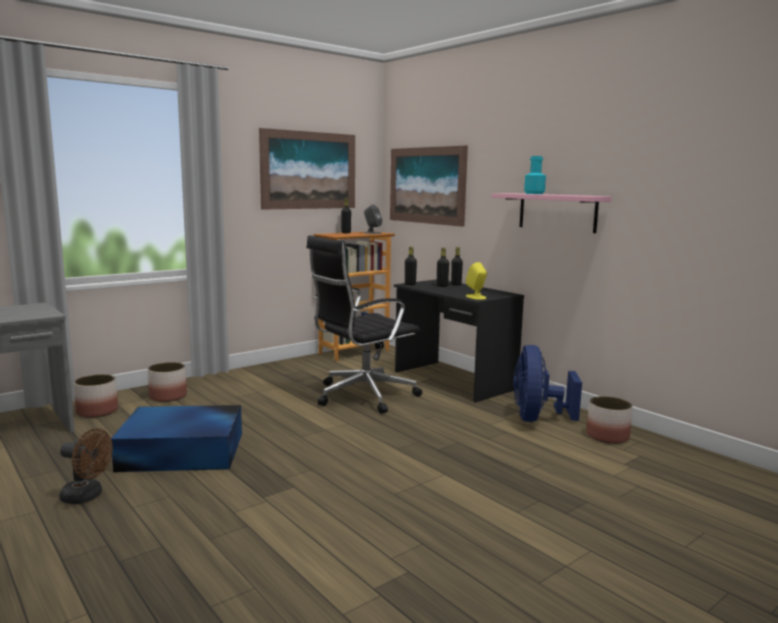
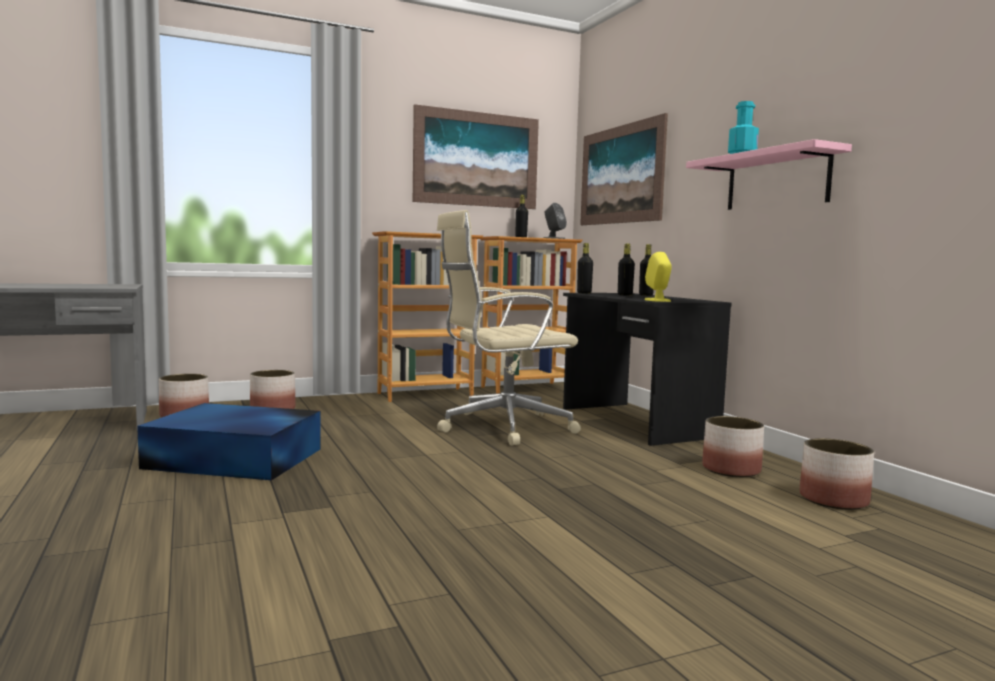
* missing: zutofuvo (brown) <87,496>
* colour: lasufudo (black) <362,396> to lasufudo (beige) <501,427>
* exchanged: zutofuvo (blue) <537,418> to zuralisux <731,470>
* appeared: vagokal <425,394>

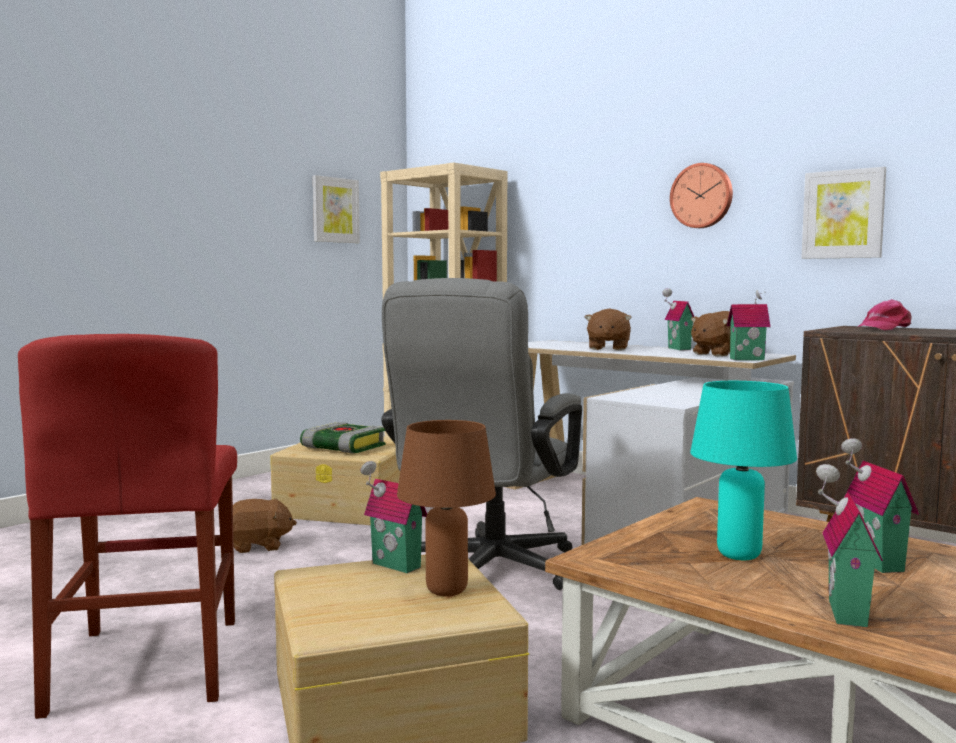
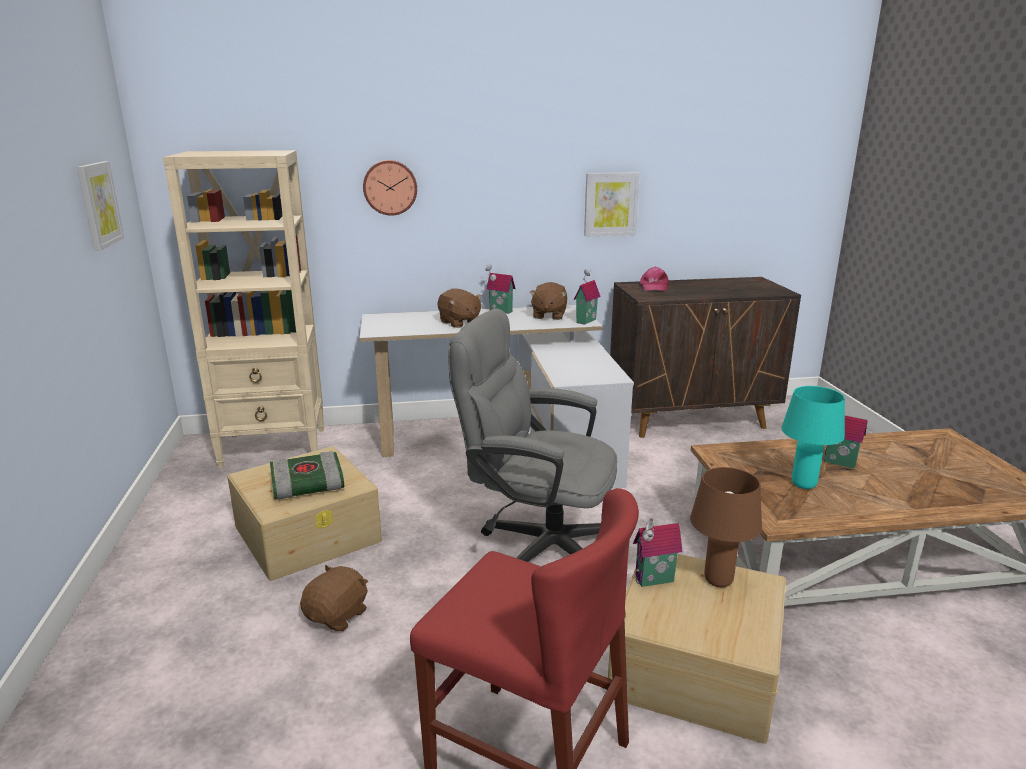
* spun: lasufudo (grey) <485,573> = <537,544> 135 degrees clockwise
* relocated: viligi <702,196> to <390,187>
* missing: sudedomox <842,612>

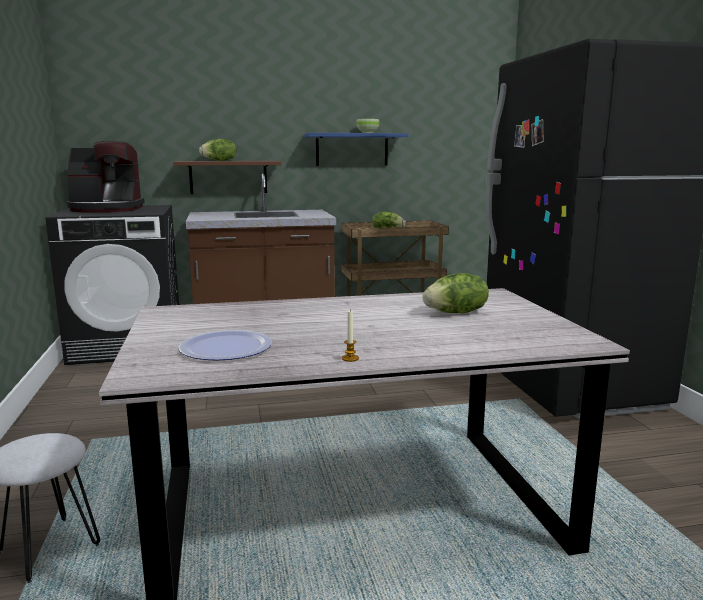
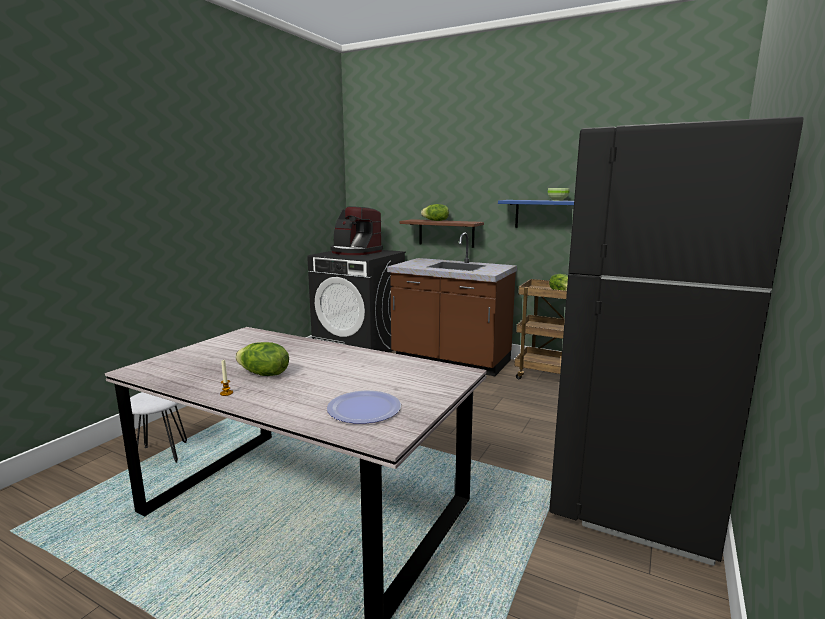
* relocated: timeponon <226,348> to <364,408>
* relocated: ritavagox <456,313> to <263,374>

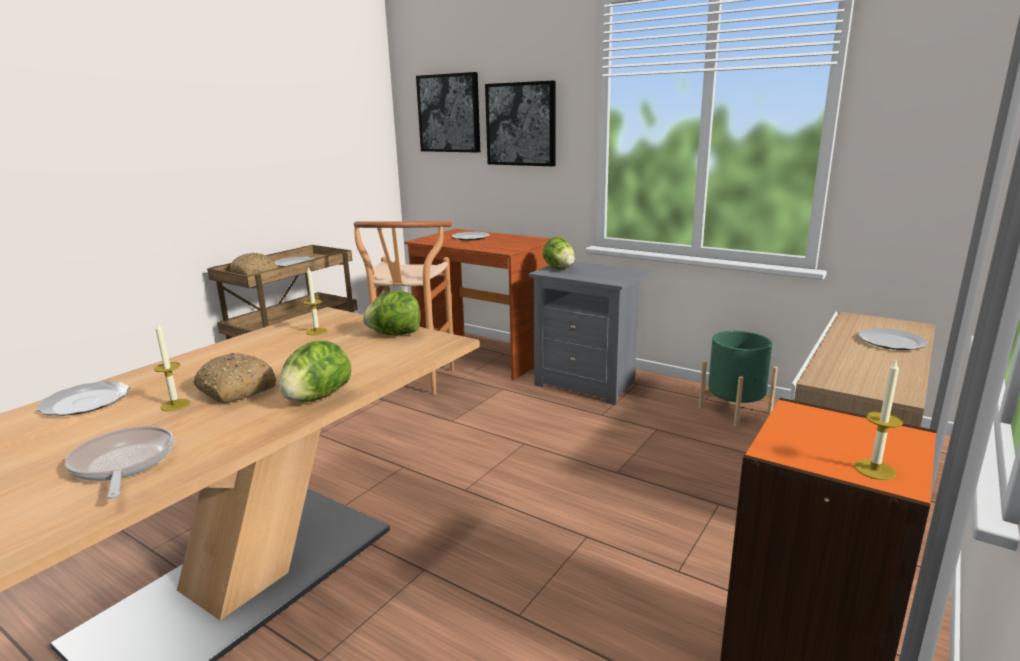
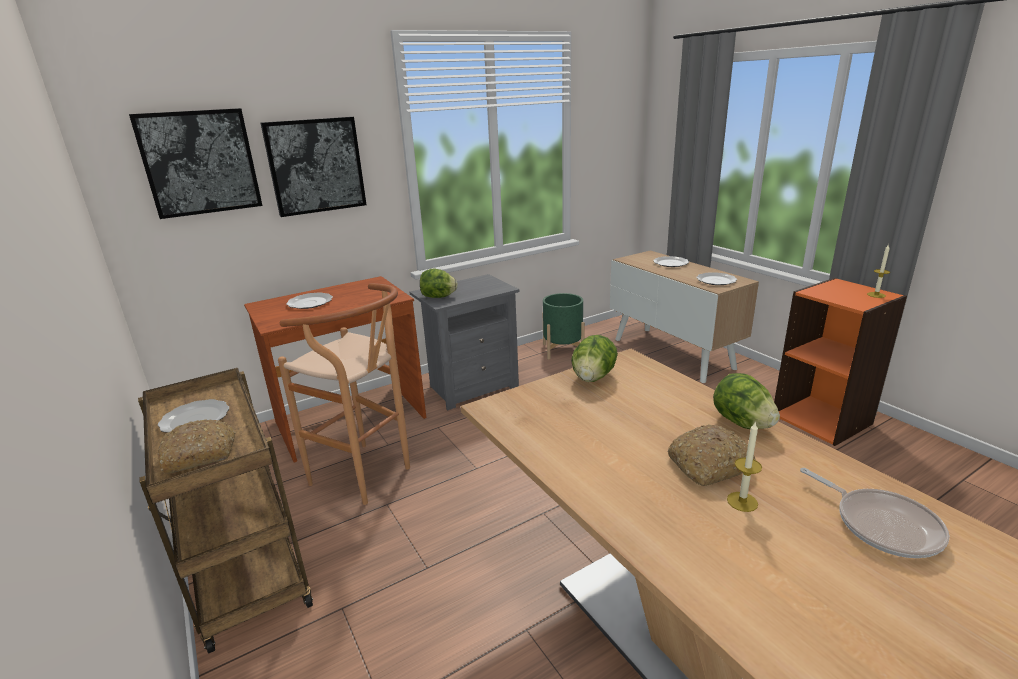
* relocated: timeponon <84,402> to <716,281>
* spun: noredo <123,464> = <881,525> 120 degrees counterclockwise
* missing: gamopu <316,332>

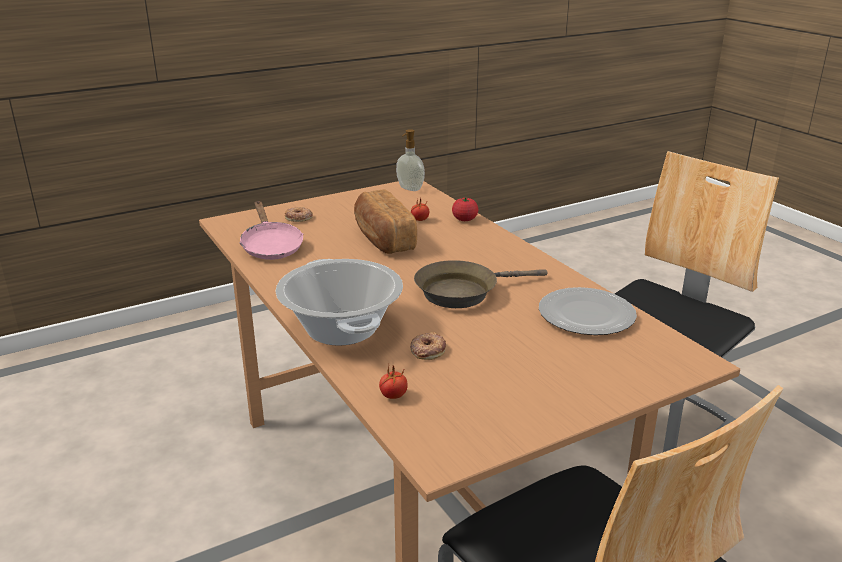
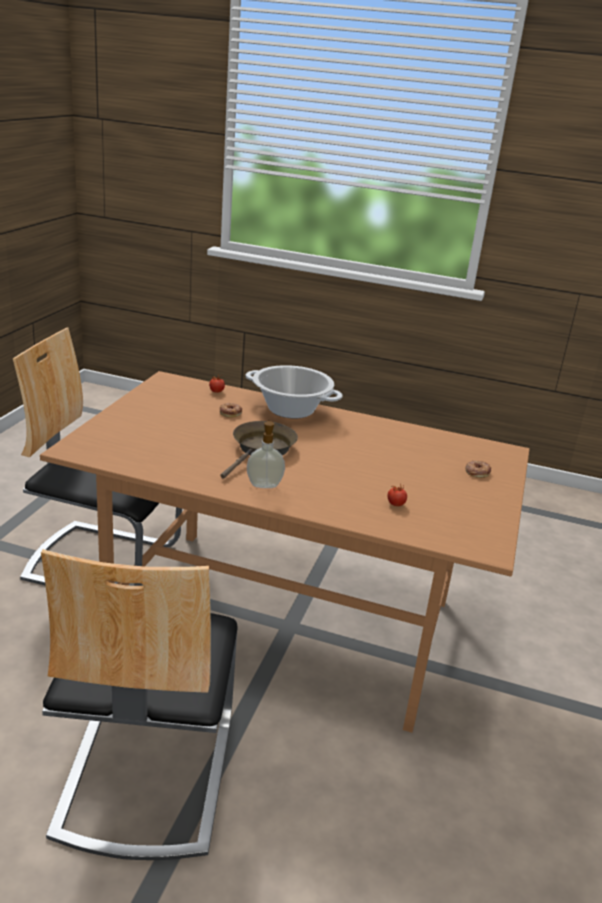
* missing: noredo (pink) <271,246>
* missing: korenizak <383,238>
* relocated: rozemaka <409,189> to <264,485>
* missing: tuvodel <464,219>
* missing: timeponon <585,315>

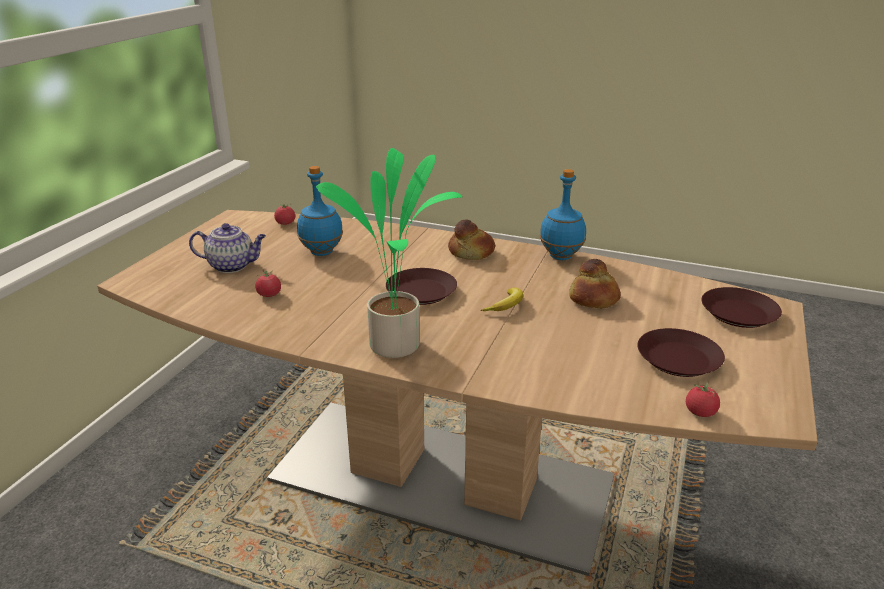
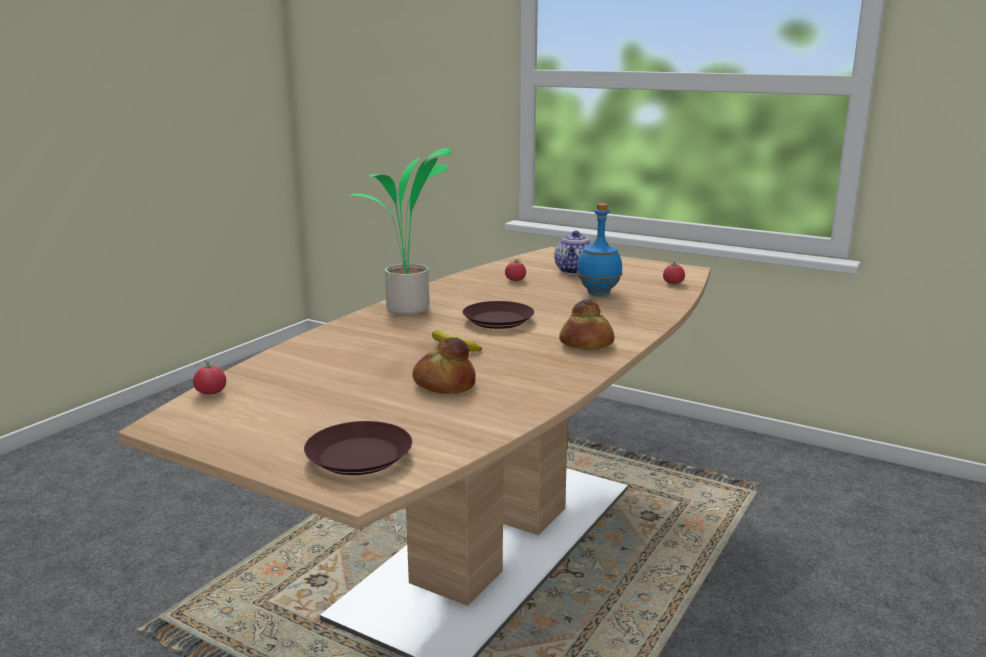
* missing: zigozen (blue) <561,256>
* missing: timeponon (brown) <678,359>

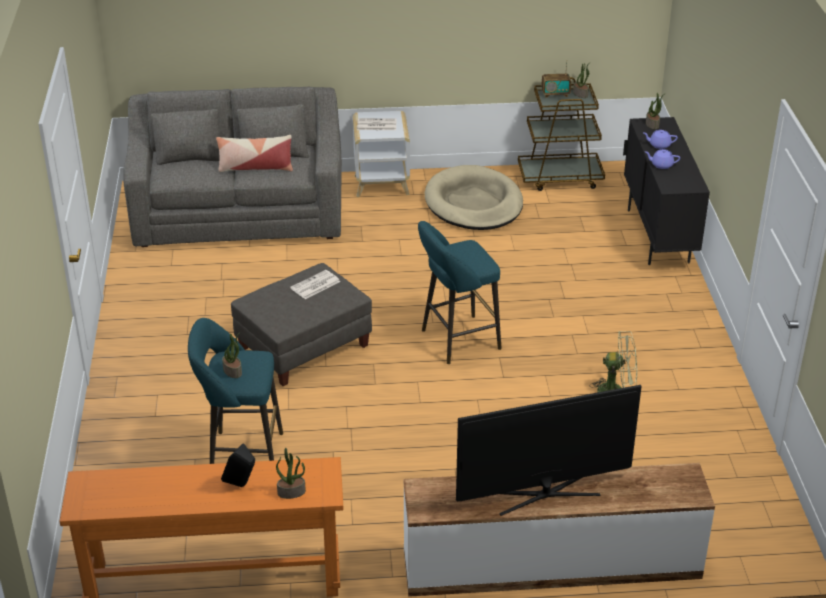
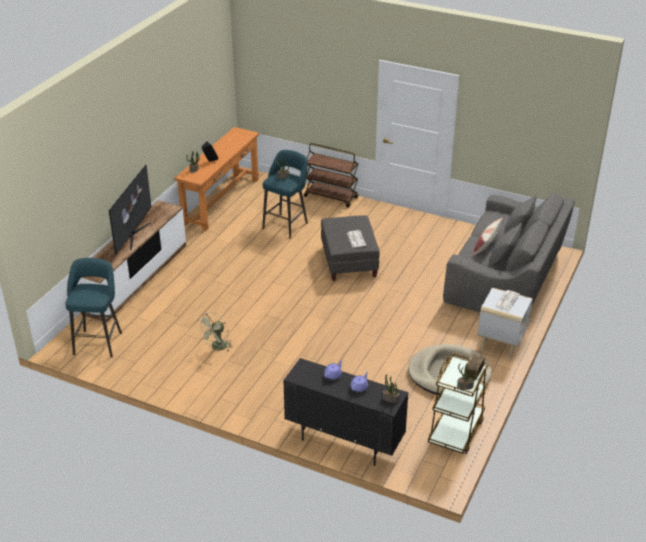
* relocated: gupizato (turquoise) <456,340> to <98,341>
* appeared: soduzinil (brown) <331,197>

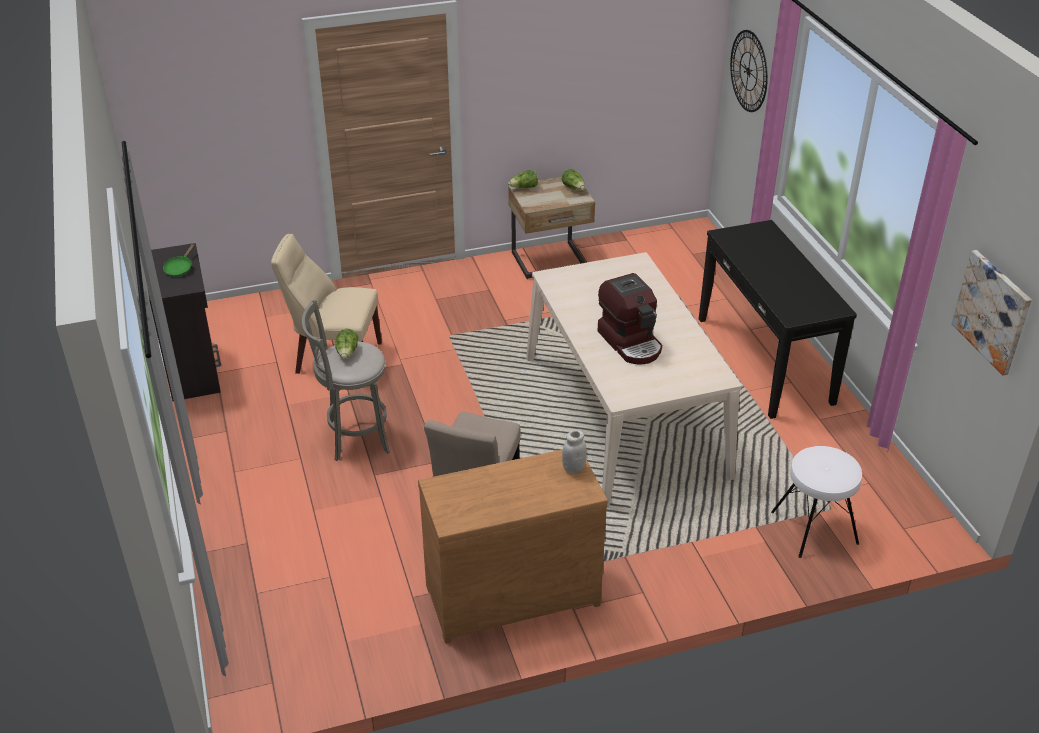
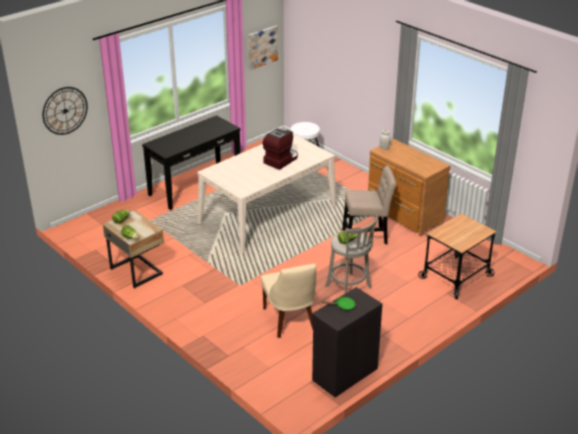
* appeared: soduzinil <456,277>

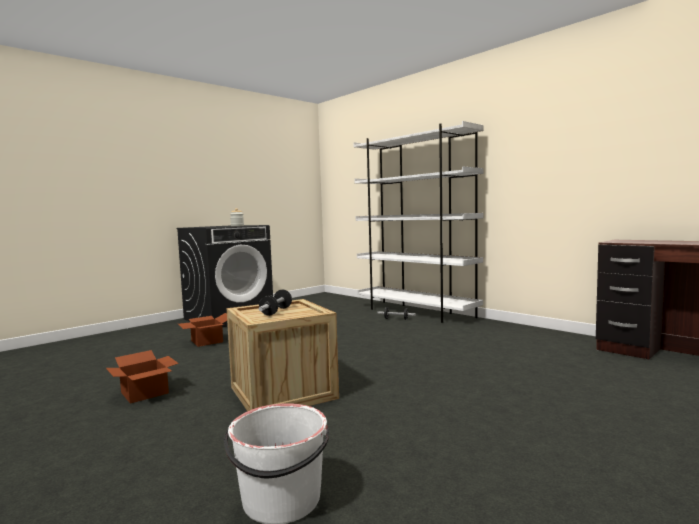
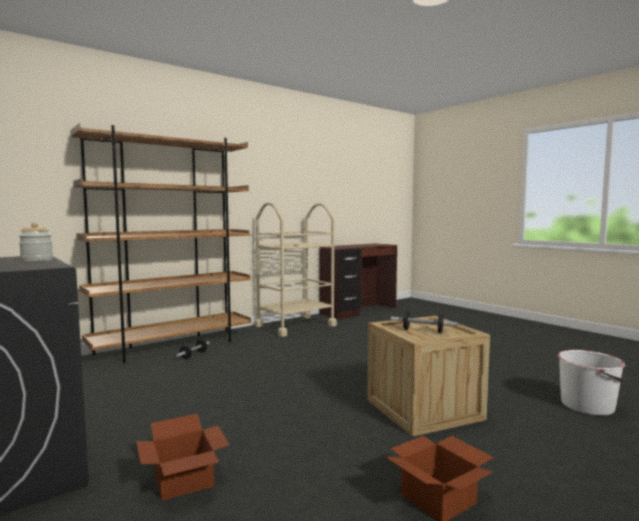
* colour: vagokal (white) <416,312> to vagokal (brown) <173,346>
* appeared: soduzinil (beige) <295,326>

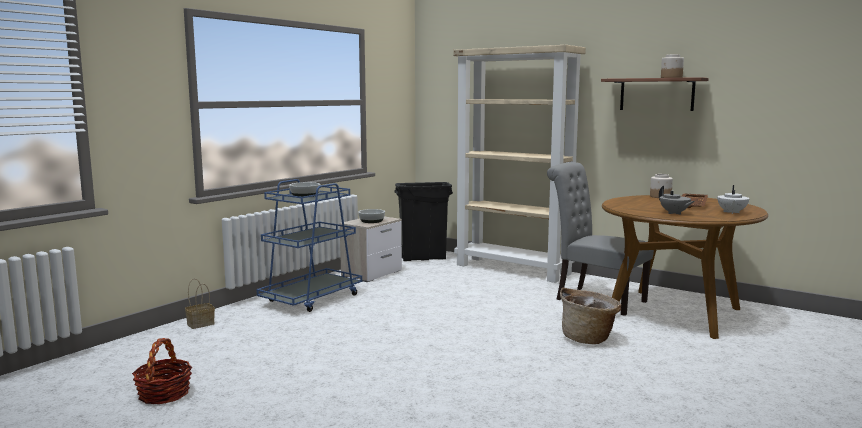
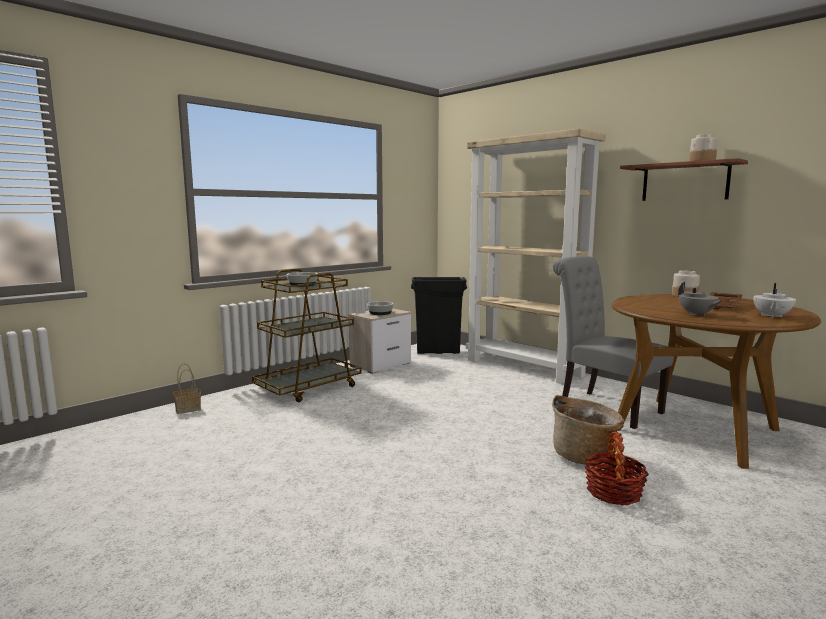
* relocated: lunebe <164,394> to <613,492>
* colour: soduzinil (blue) <312,298> to soduzinil (brown) <309,388>

